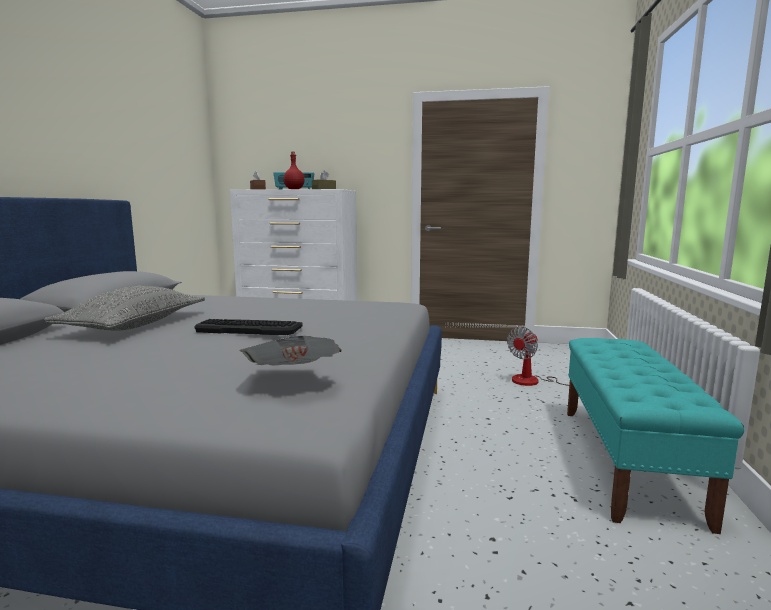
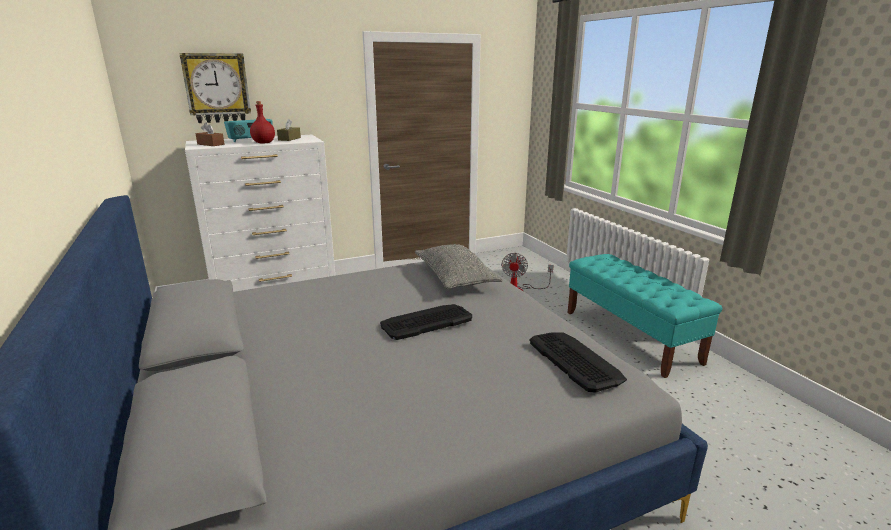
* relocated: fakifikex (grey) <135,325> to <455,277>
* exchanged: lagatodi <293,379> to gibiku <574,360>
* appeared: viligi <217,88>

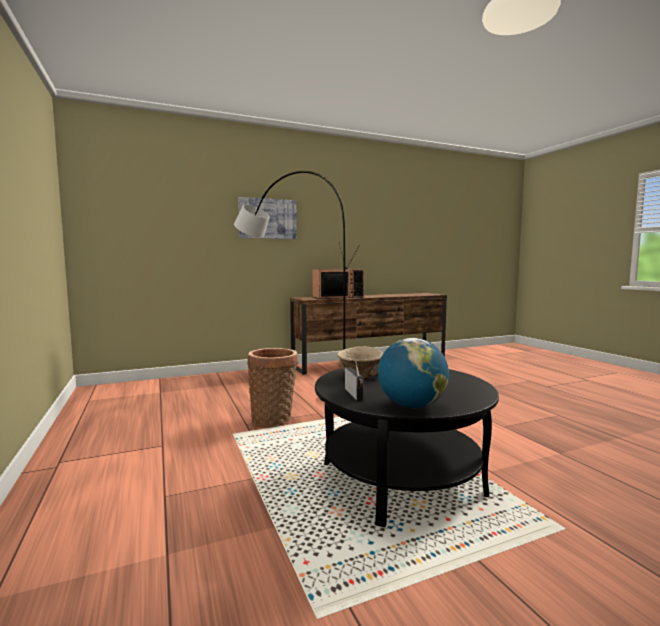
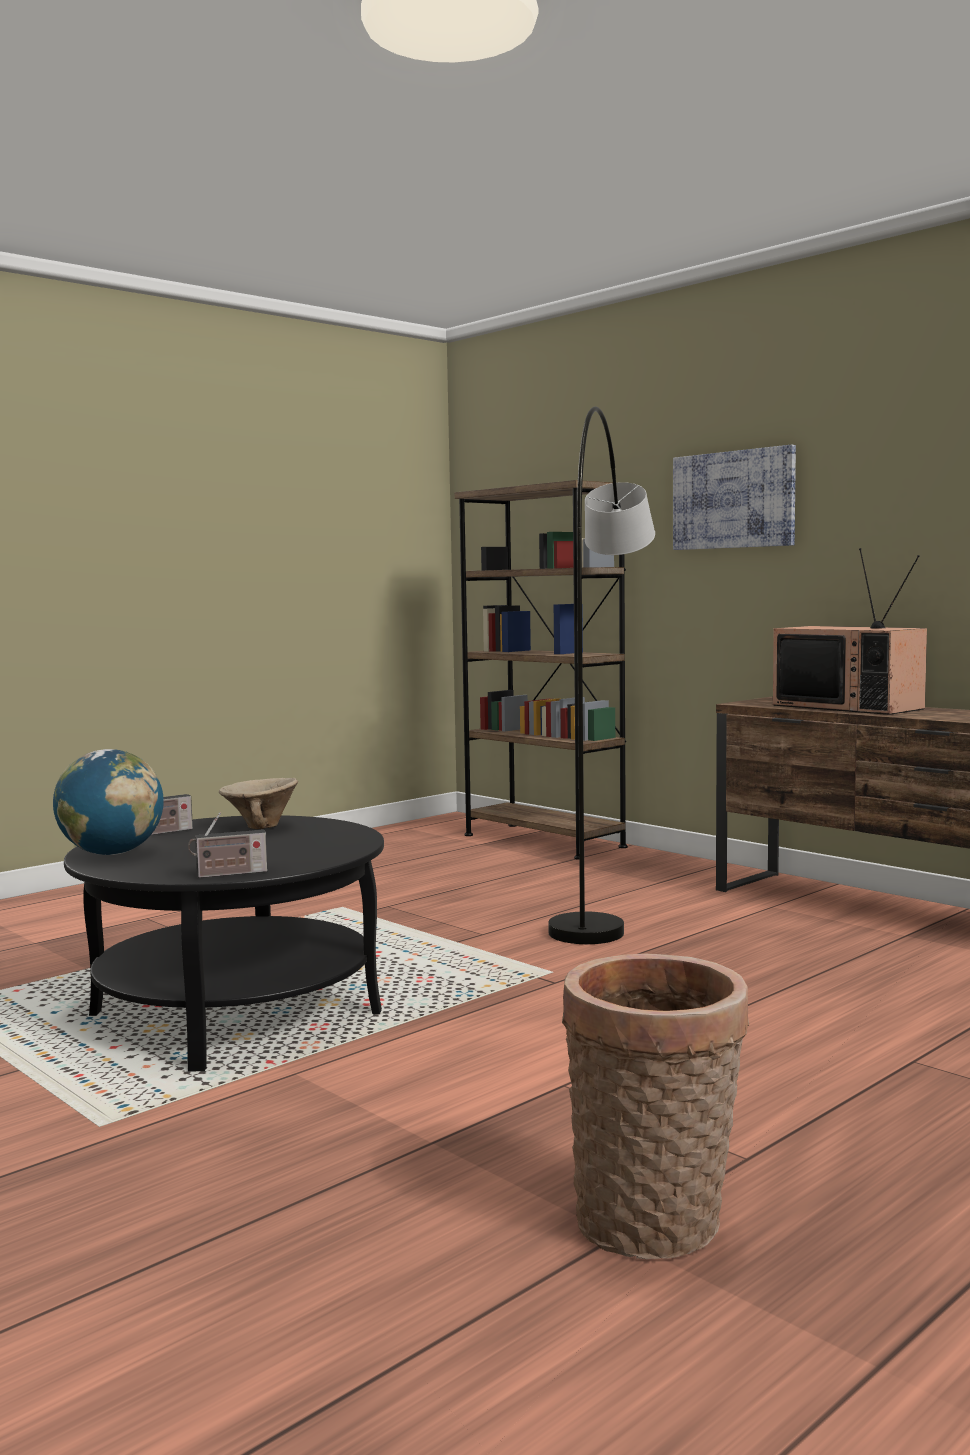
* relocated: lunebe <273,419> to <656,1226>
* appeared: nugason <228,874>
* appeared: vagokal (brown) <543,841>

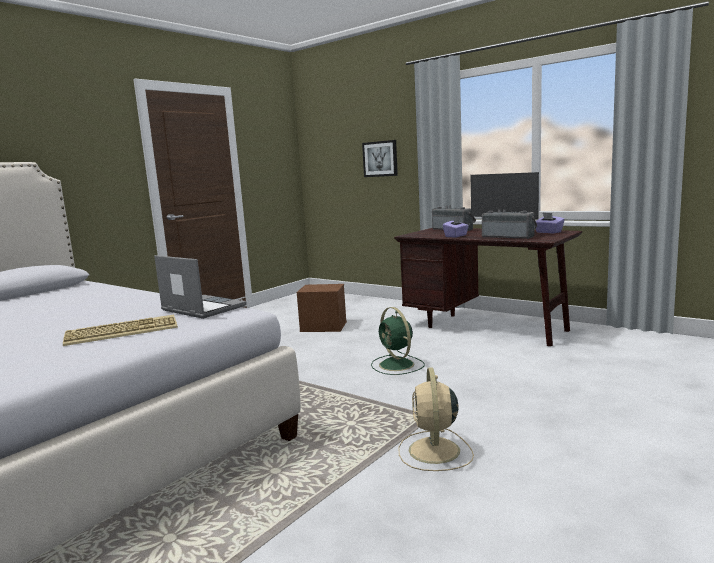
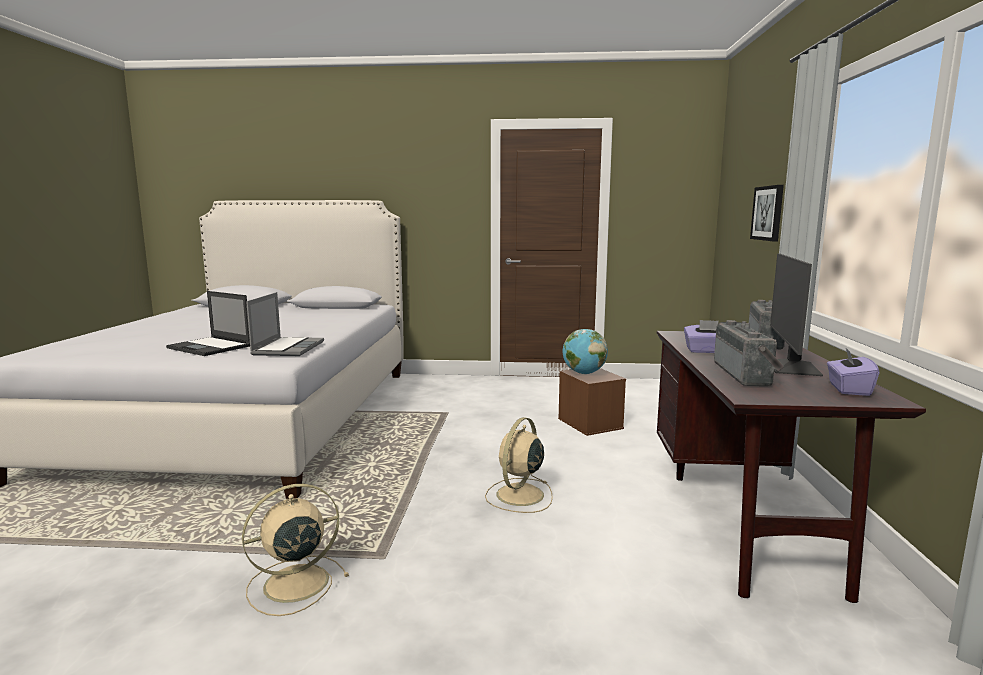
* exchanged: gibiku <123,331> to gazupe <210,347>
* colour: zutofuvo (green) <397,365> to zutofuvo (beige) <519,496>
* appeared: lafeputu <584,373>

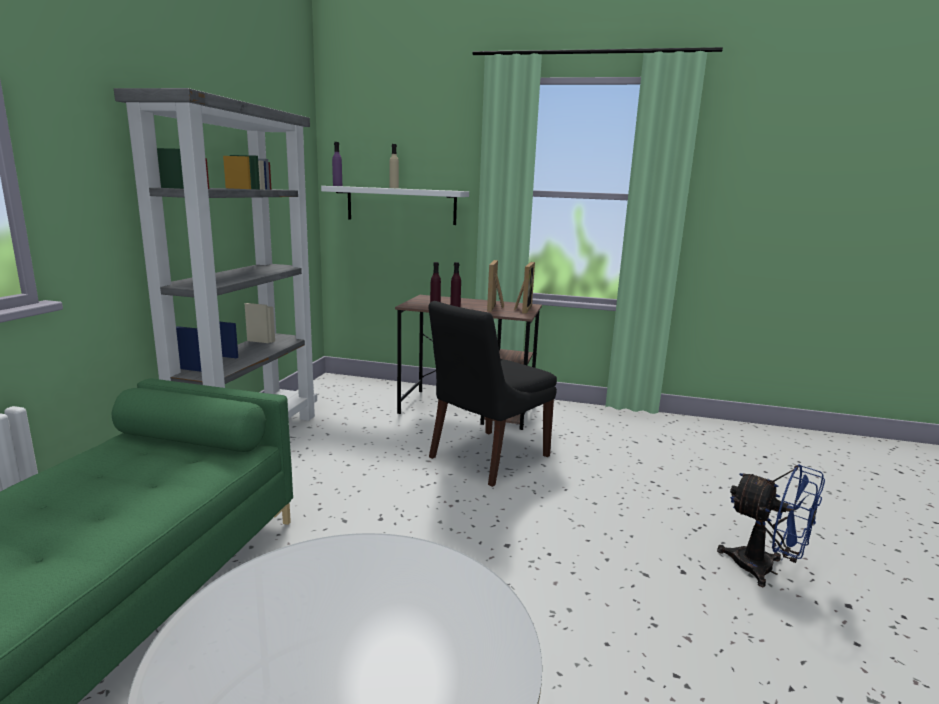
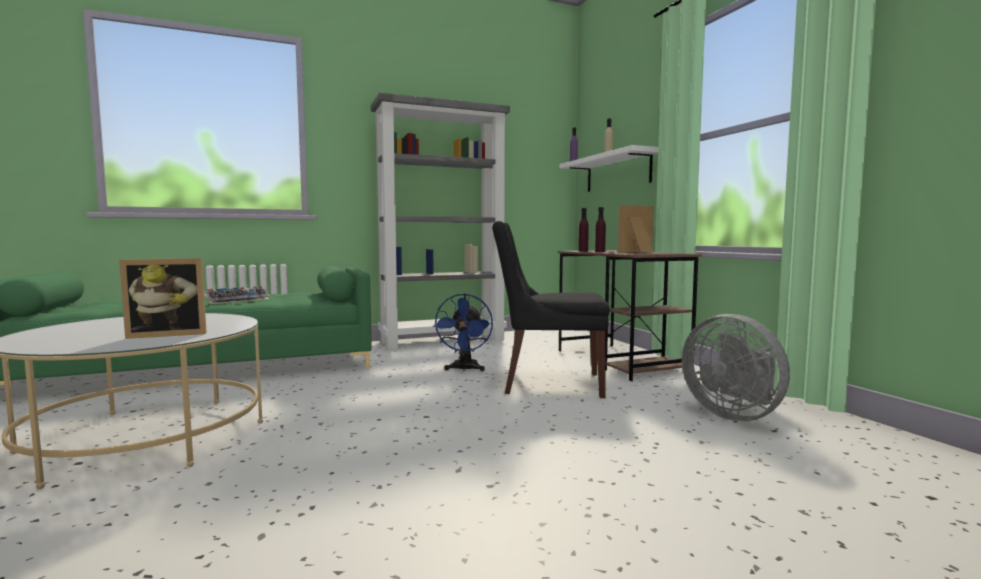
* relocated: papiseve <522,309> to <168,334>
* relocated: zutofuvo (blue) <764,570> to <464,369>
* appeared: gibiku <237,300>
* appeared: zutofuvo (grey) <733,414>

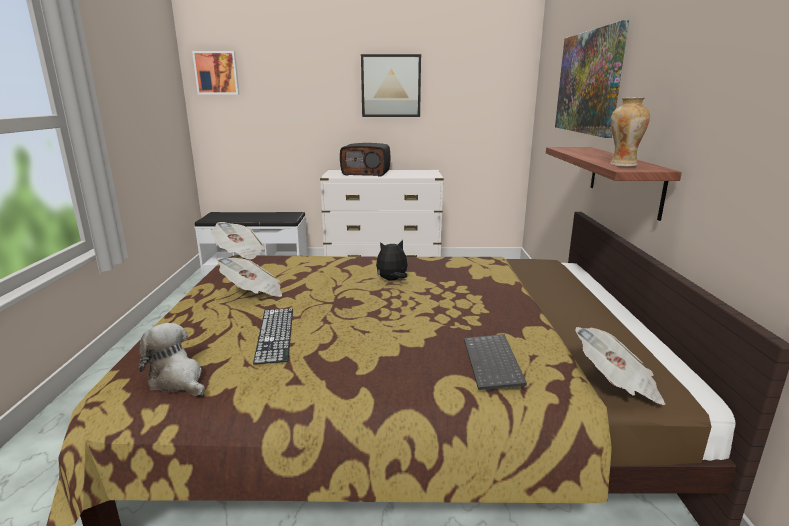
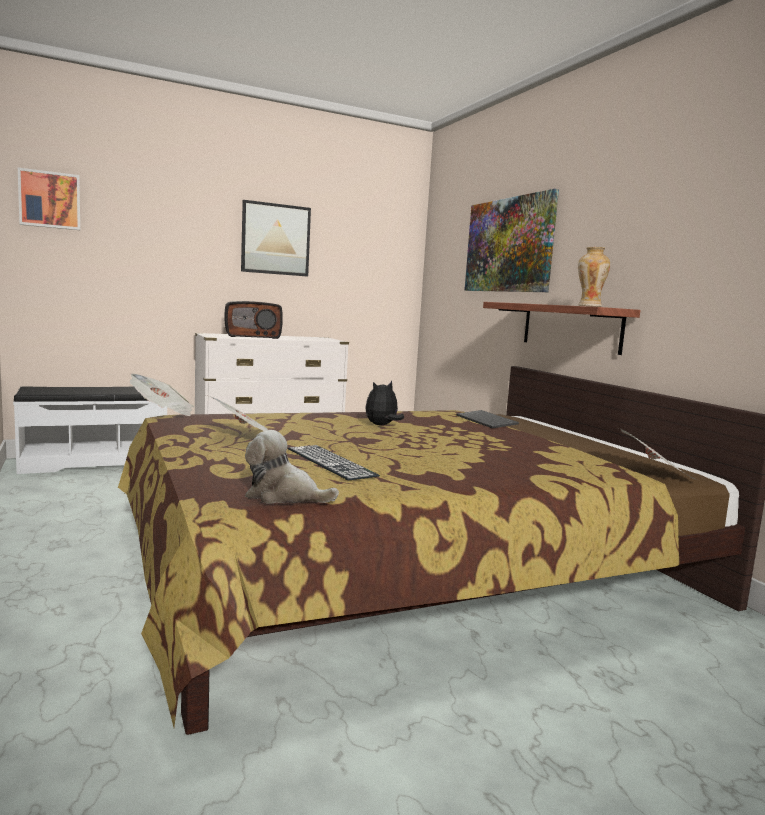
* relocated: gibiku <494,363> to <487,421>

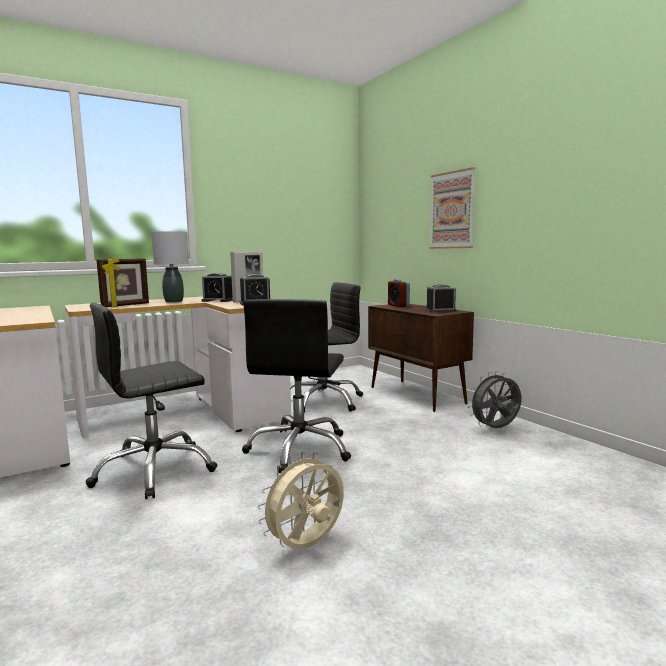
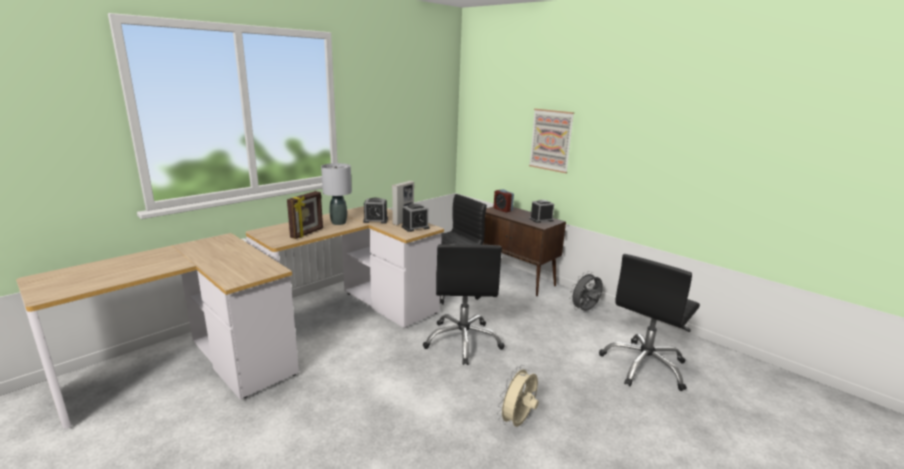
* relocated: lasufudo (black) <154,470> to <644,366>

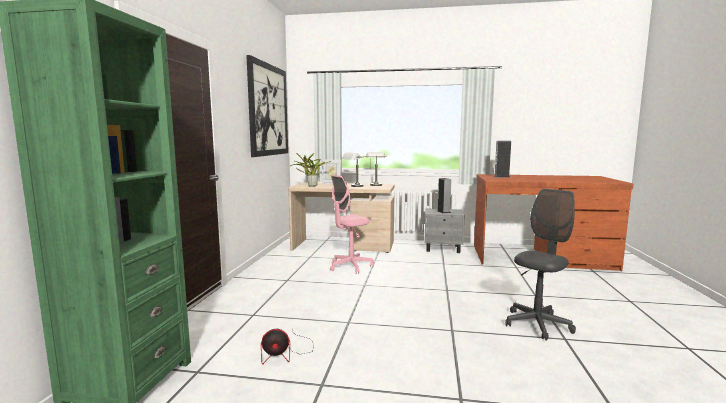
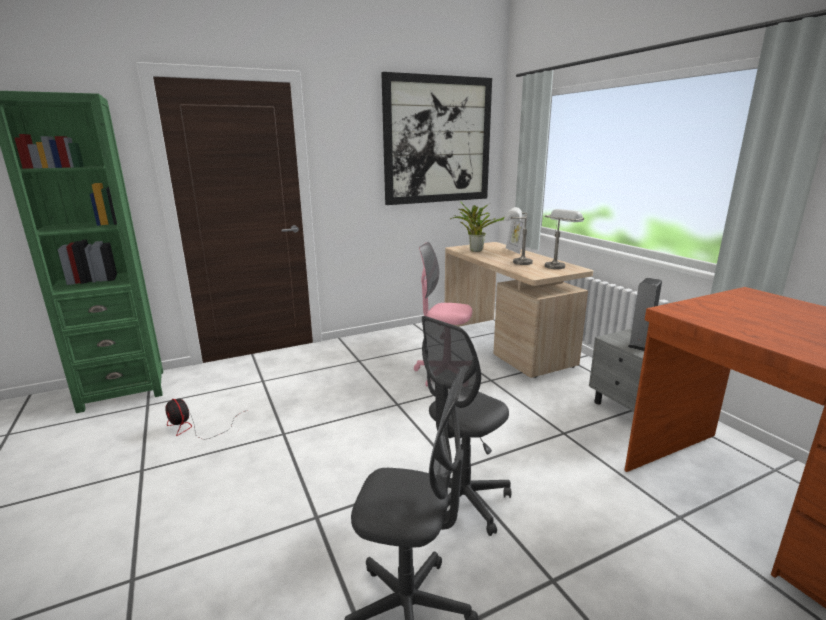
* missing: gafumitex <501,177>
* appeared: lasufudo (grey) <462,502>

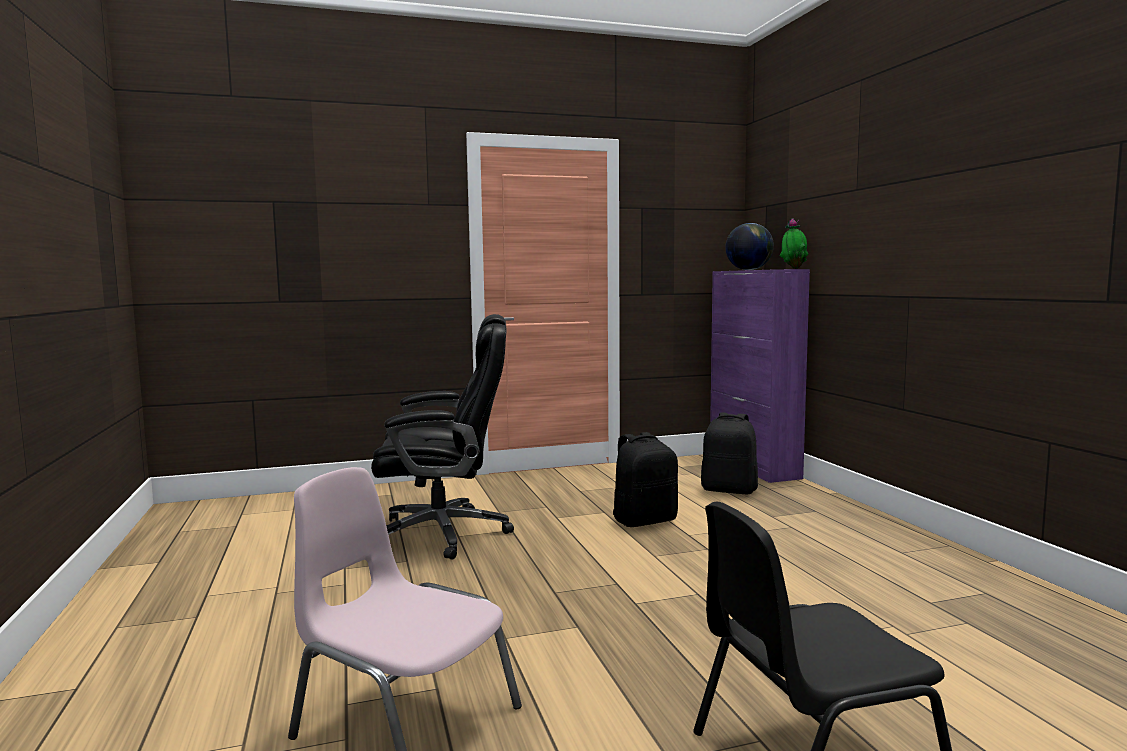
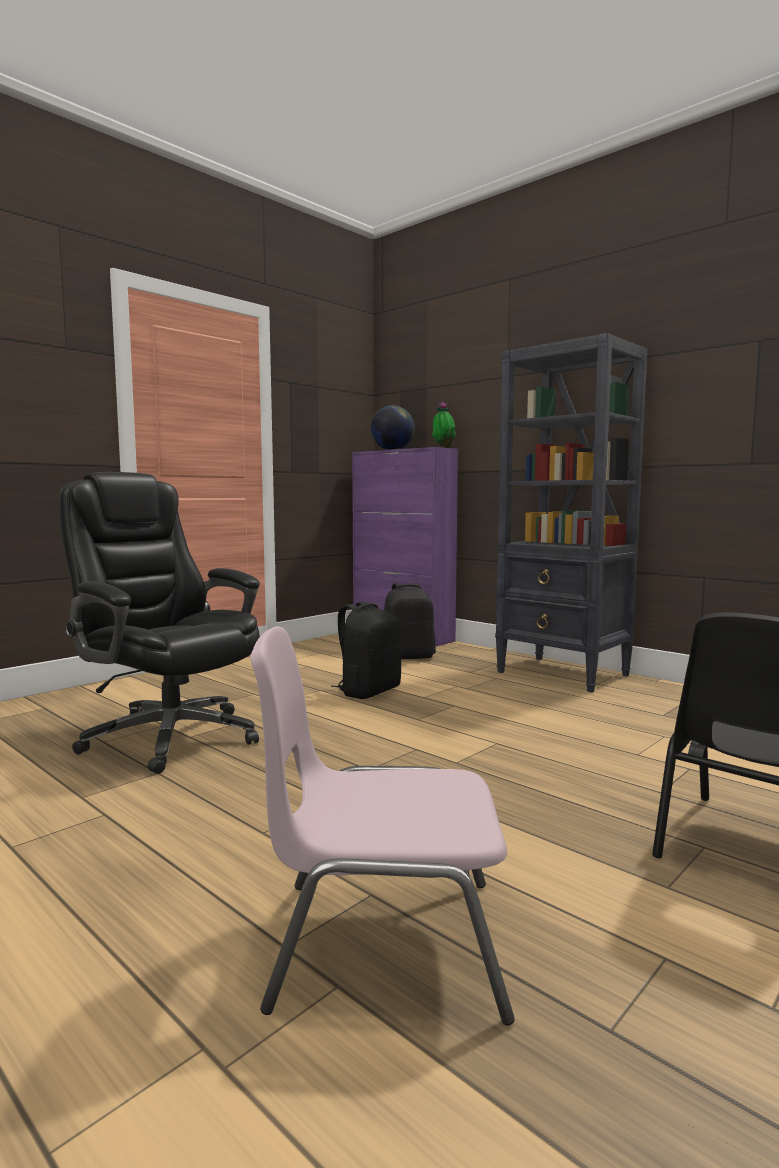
* spun: lasufudo (black) <444,533> = <169,737> 105 degrees counterclockwise
* appeared: vagokal (black) <563,674>

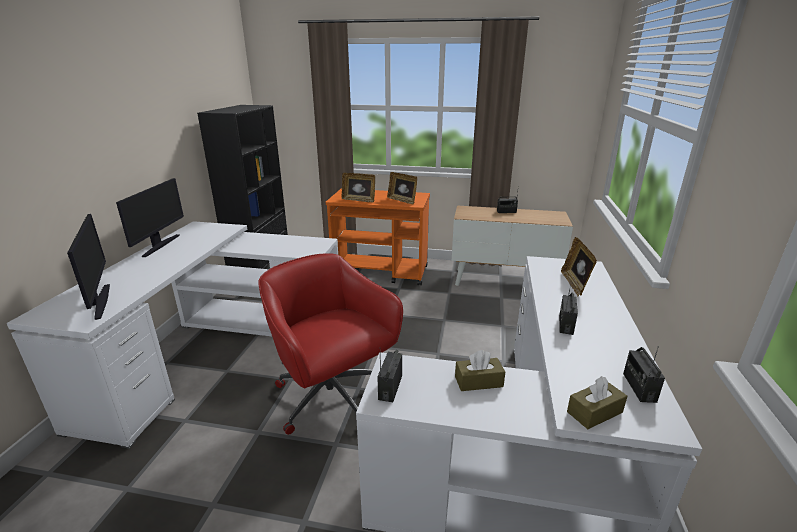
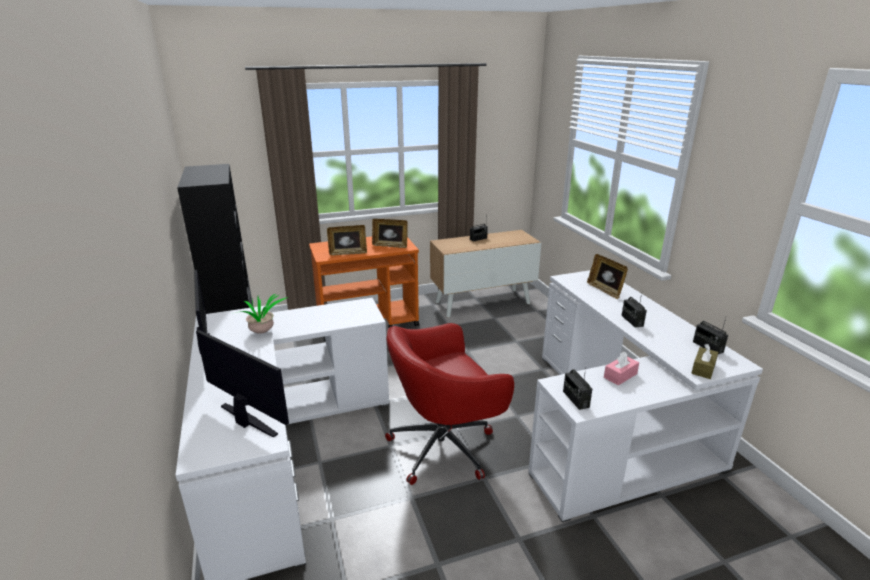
* spun: lasufudo (red) <333,399> = <445,446> 45 degrees counterclockwise
* colour: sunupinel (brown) <478,381> to sunupinel (pink) <620,375>
* appeared: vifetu <263,333>

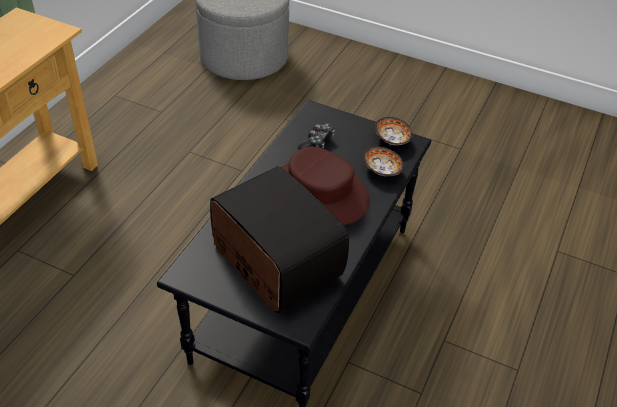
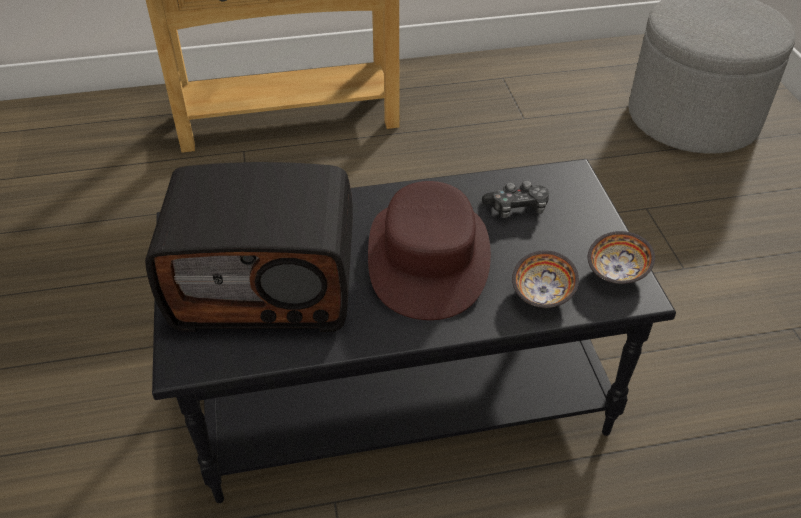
* spun: nugason <274,263> = <266,284> 75 degrees clockwise

